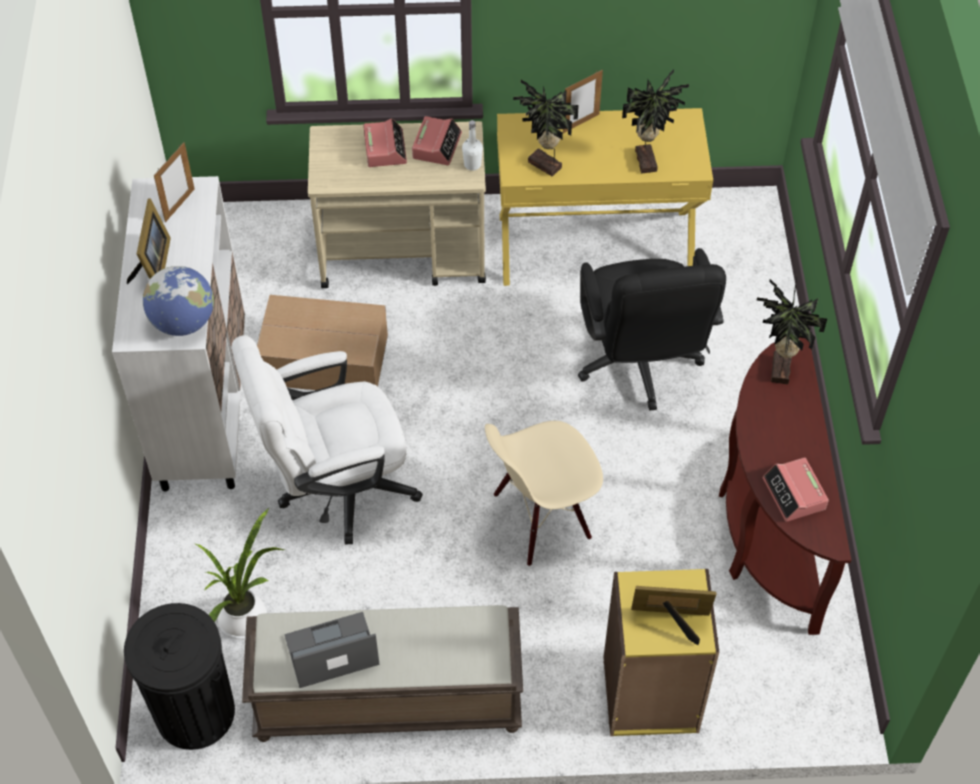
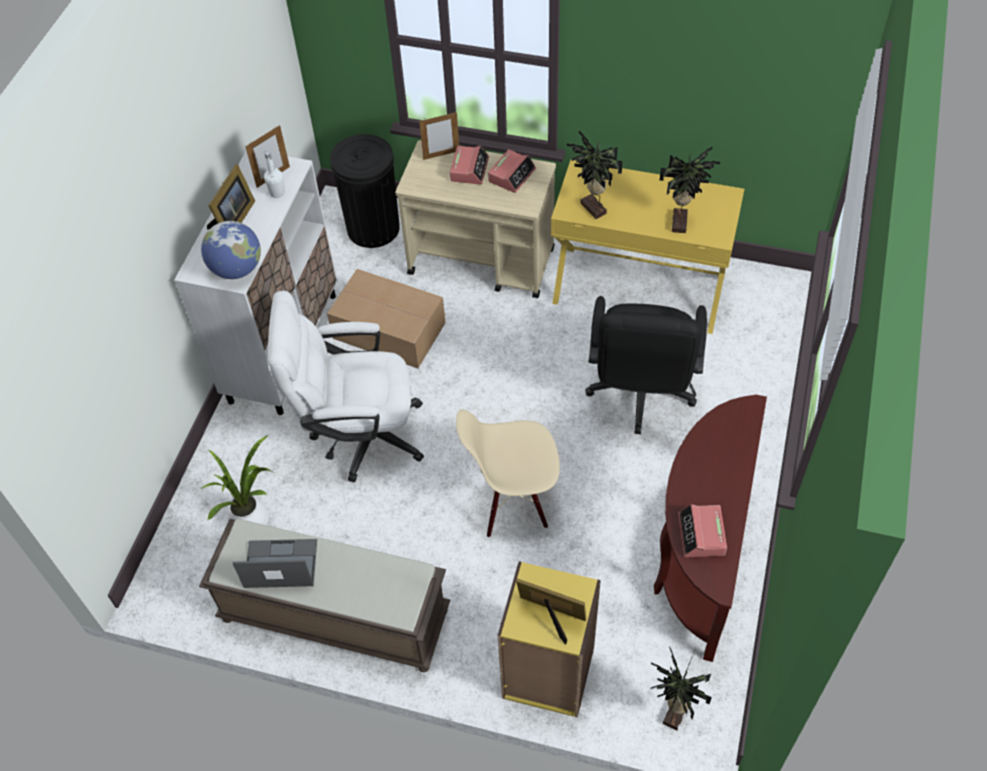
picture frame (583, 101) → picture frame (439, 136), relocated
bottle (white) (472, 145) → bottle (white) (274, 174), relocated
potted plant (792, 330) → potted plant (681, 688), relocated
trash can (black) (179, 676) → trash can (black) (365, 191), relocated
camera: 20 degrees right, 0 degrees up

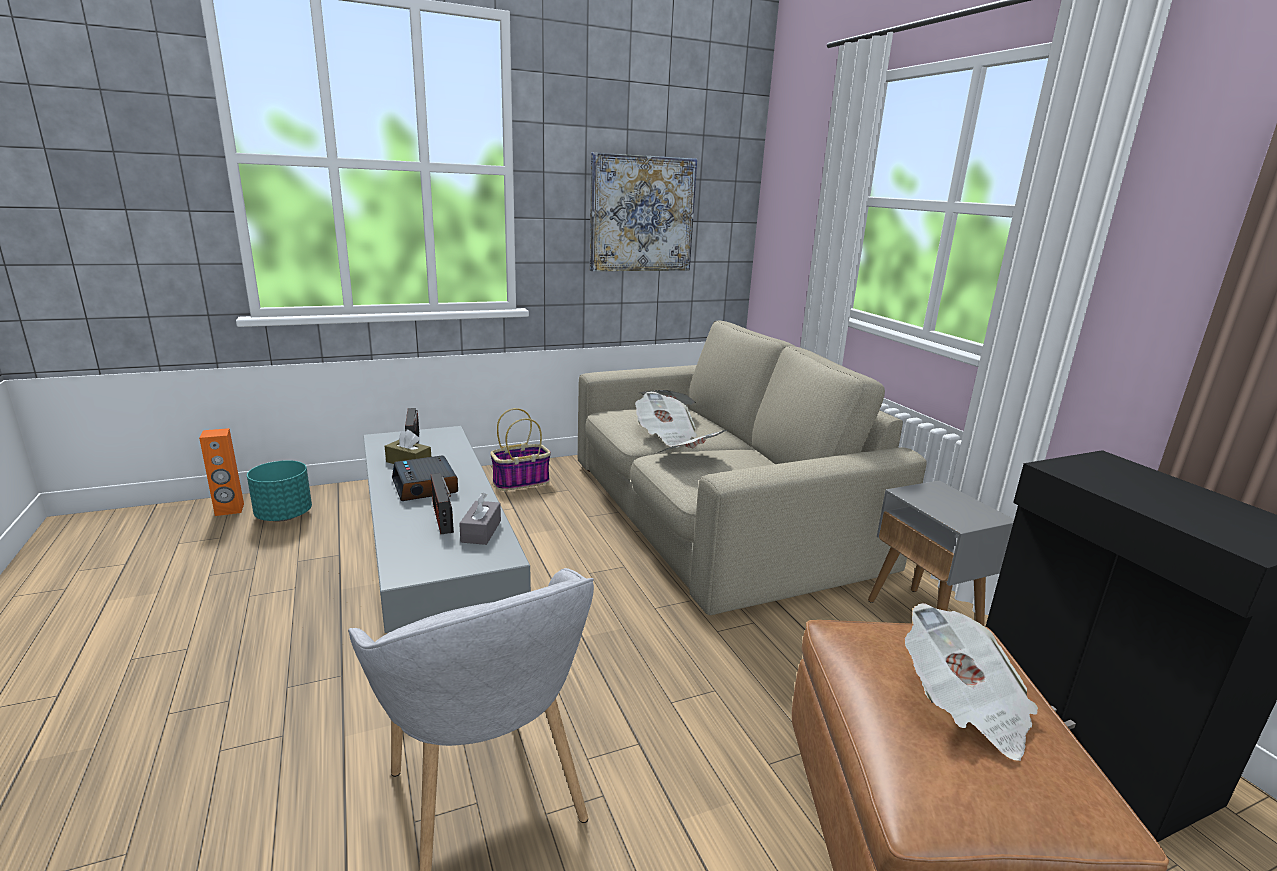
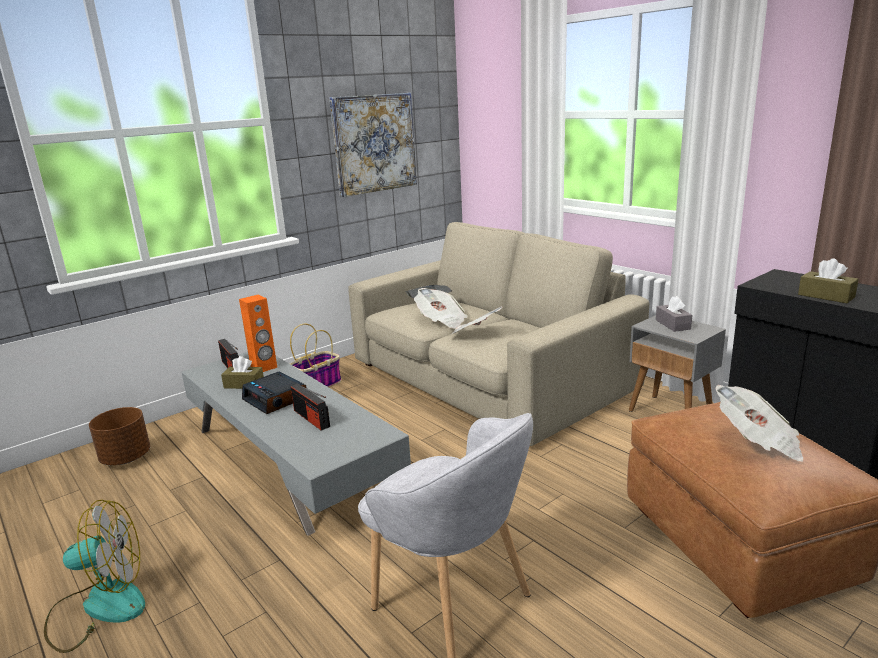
speaker (orange) (221, 472) → speaker (orange) (258, 333), relocated
planter (turquoise) (279, 490) → planter (brown) (119, 436)
tissue box (grey) (480, 519) → tissue box (grey) (674, 314), relocated
- → tissue box (brown) (828, 280)
- → fan (94, 576)
camera: 15 degrees left, 0 degrees up

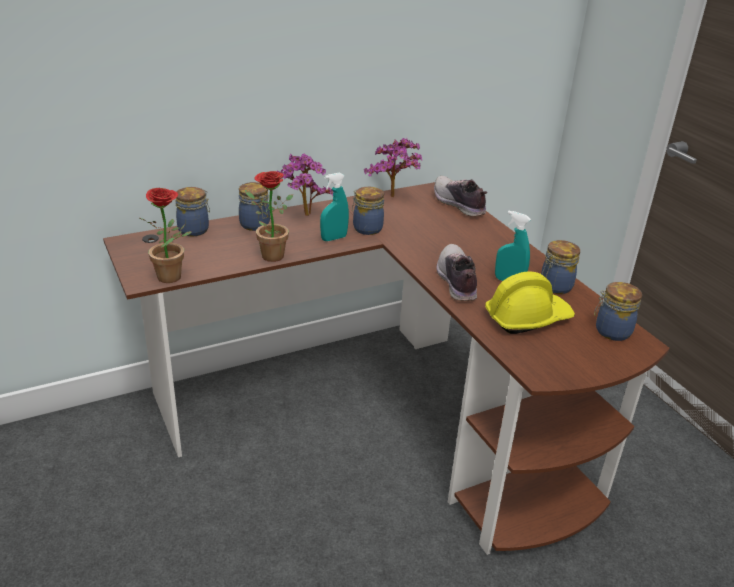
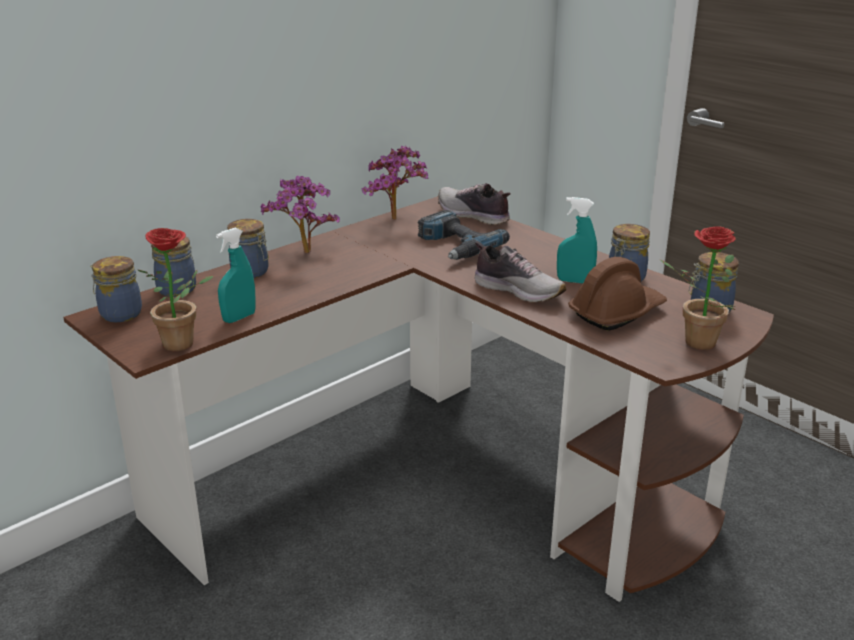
potted plant (269, 216) → potted plant (698, 288), relocated
spray bottle (turquoise) (334, 207) → spray bottle (turquoise) (236, 275), relocated
jar (368, 211) → jar (116, 289), relocated
shoe (456, 272) → shoe (520, 272), 150 degrees clockwise
hard hat (yellow) (530, 302) → hard hat (brown) (617, 294)
- → power drill (463, 235)
camera: 15 degrees left, 5 degrees down

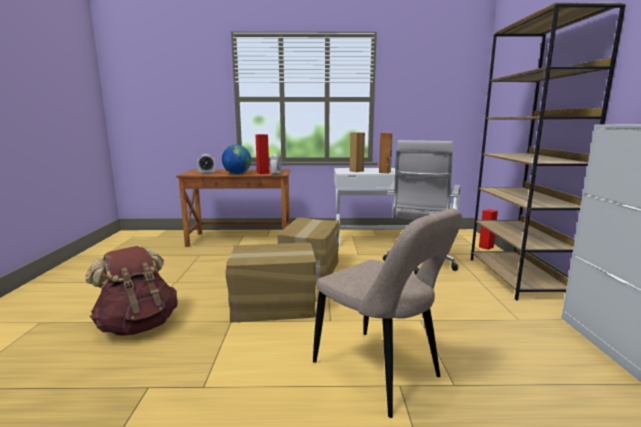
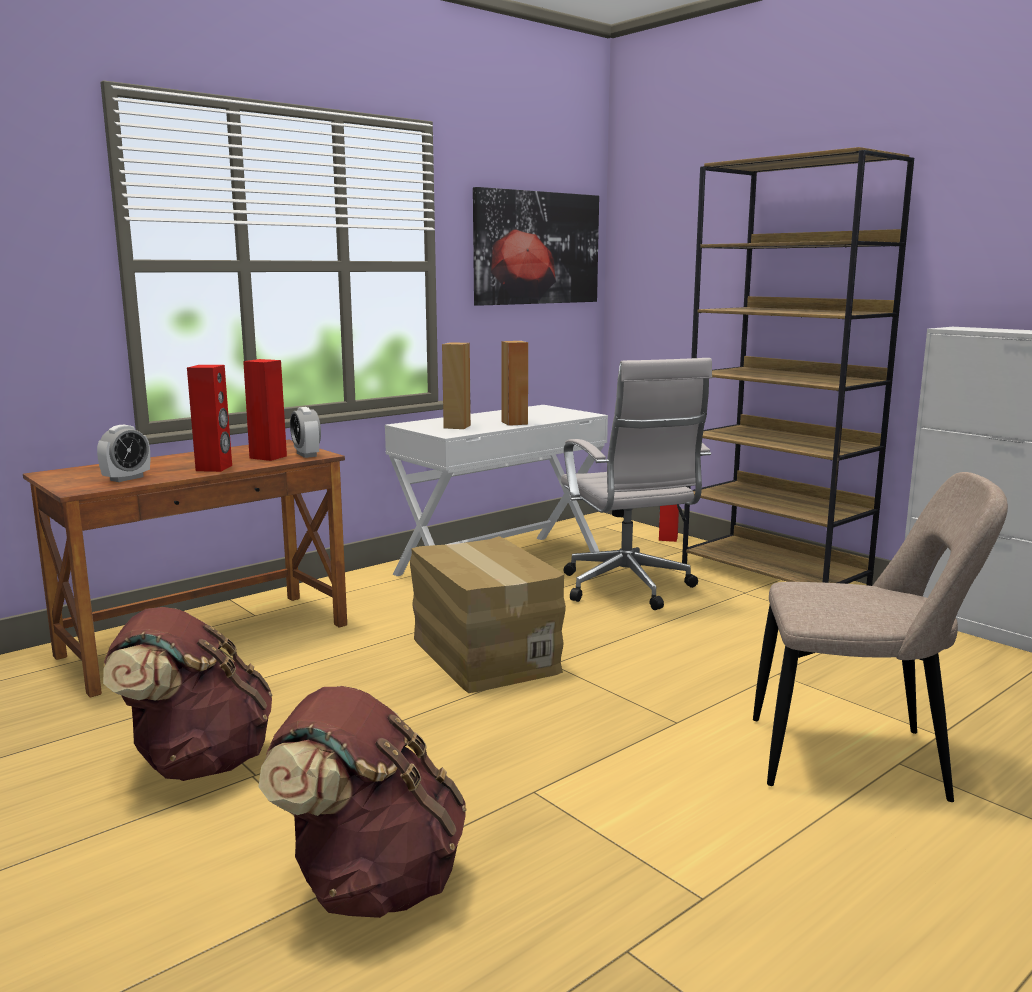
globe (236, 159) → speaker (red) (209, 418)
cardboard box (271, 282) → -
- → picture (536, 246)
- → backpack (brown) (188, 694)
camera: 40 degrees left, 0 degrees up

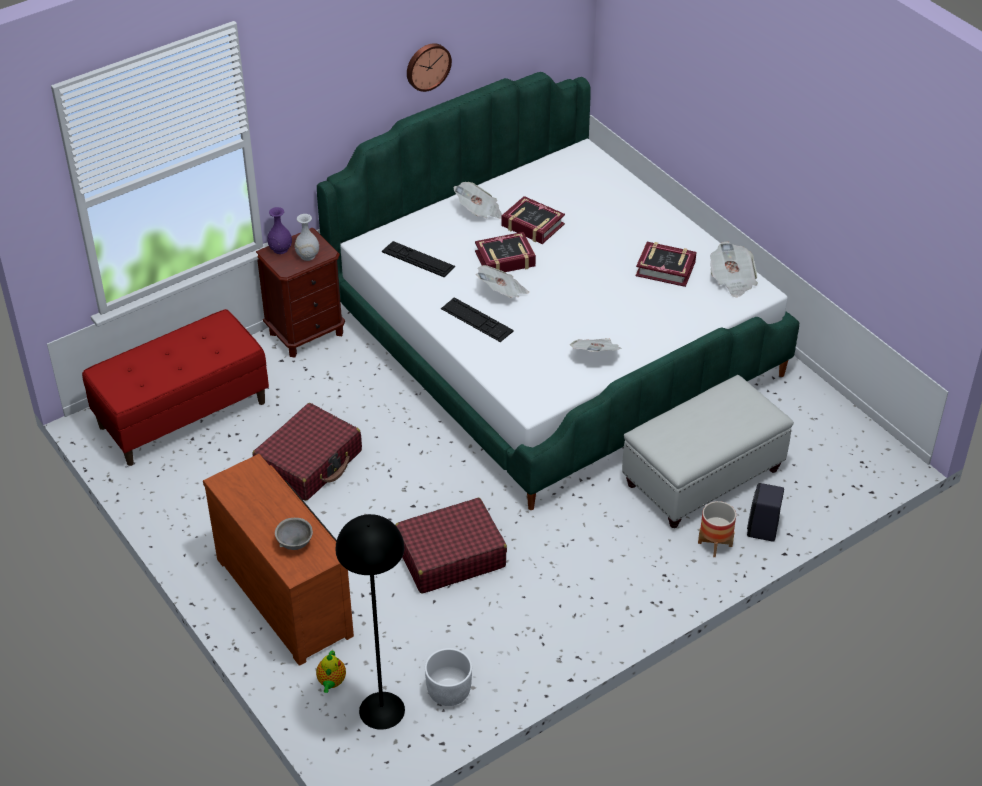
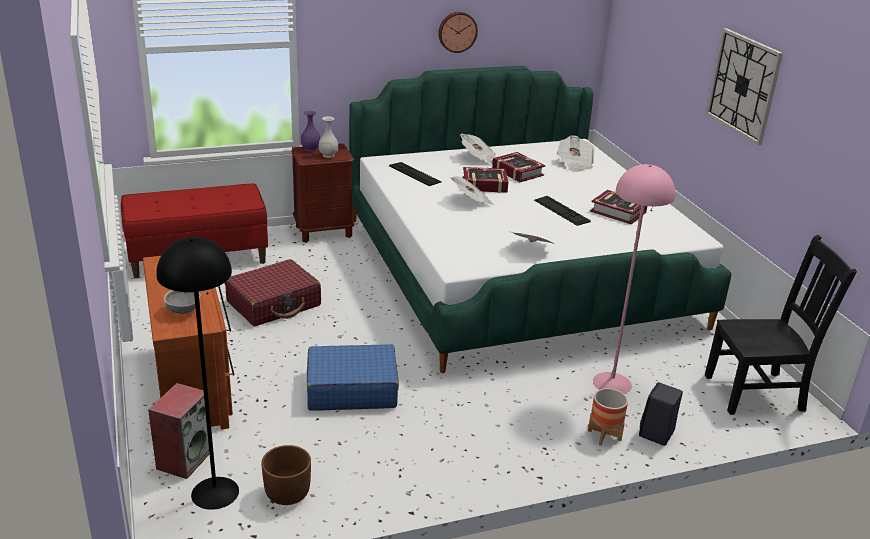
newspaper (734, 270) → newspaper (575, 154), relocated
keyboard (477, 319) → keyboard (562, 211), relocated
ottoman (white) (708, 451) → floor lamp (pink) (634, 279)
suitcase (red) (451, 546) → suitcase (blue) (353, 377)
planter (white) (448, 677) → planter (brown) (286, 475)
teapot (331, 671) → speaker (179, 431)
- → wall clock (744, 86)
- → chair (black) (781, 325)
camera: 15 degrees right, 15 degrees down

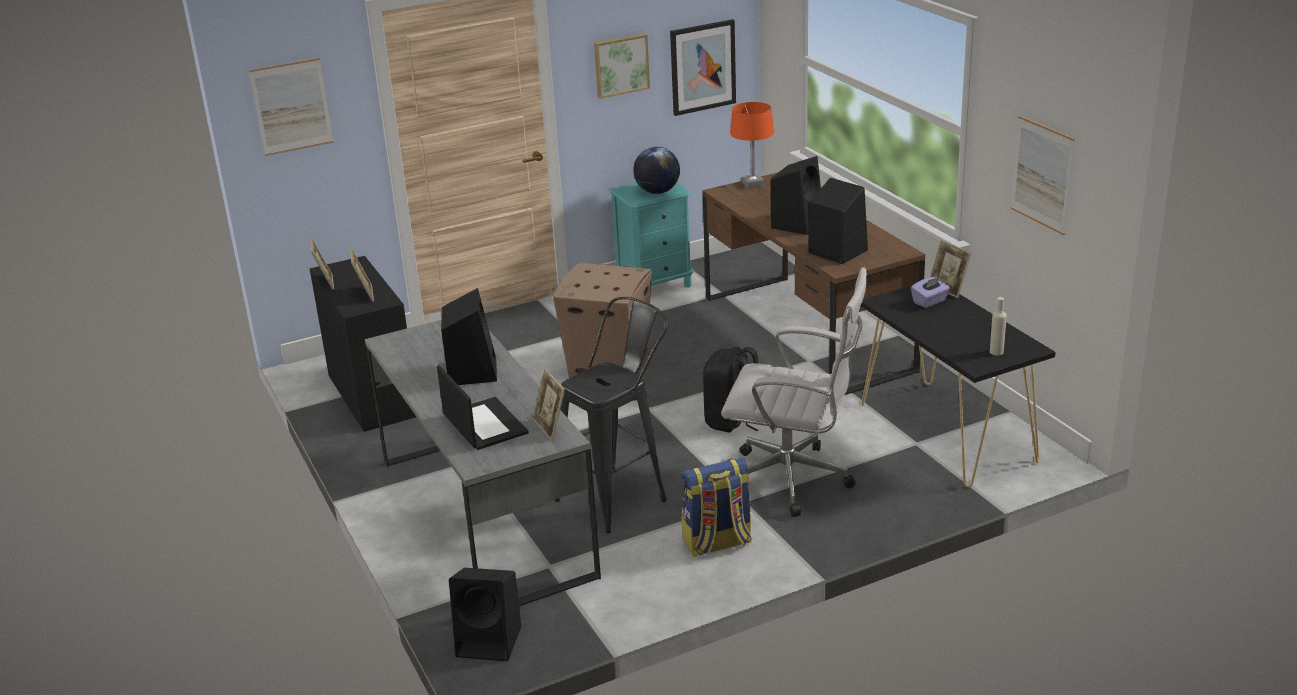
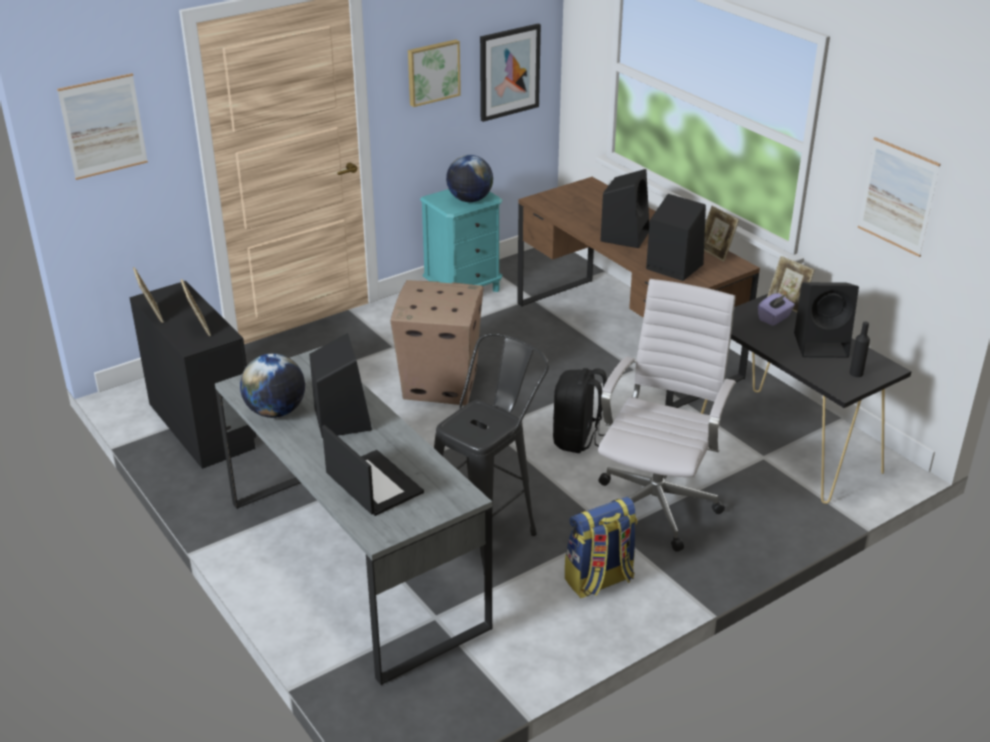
table lamp (orange) (752, 145) → -
office chair (white) (794, 392) → office chair (white) (667, 415), 75 degrees counterclockwise
bottle (beige) (998, 326) → bottle (black) (859, 349)
picture frame (548, 404) → picture frame (721, 233), relocated
speaker (black) (485, 614) → speaker (black) (826, 320), relocated
- → globe (272, 385)
camera: 10 degrees left, 5 degrees up

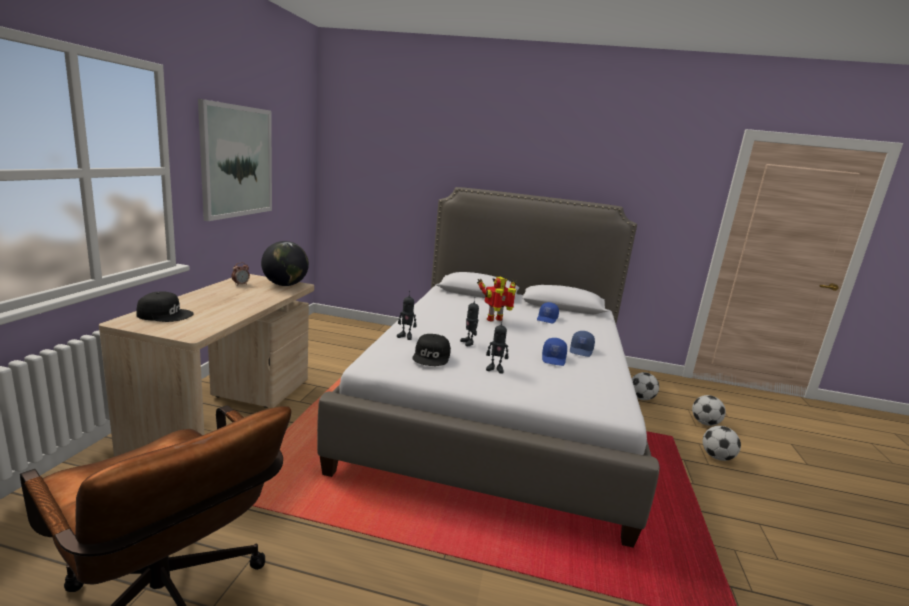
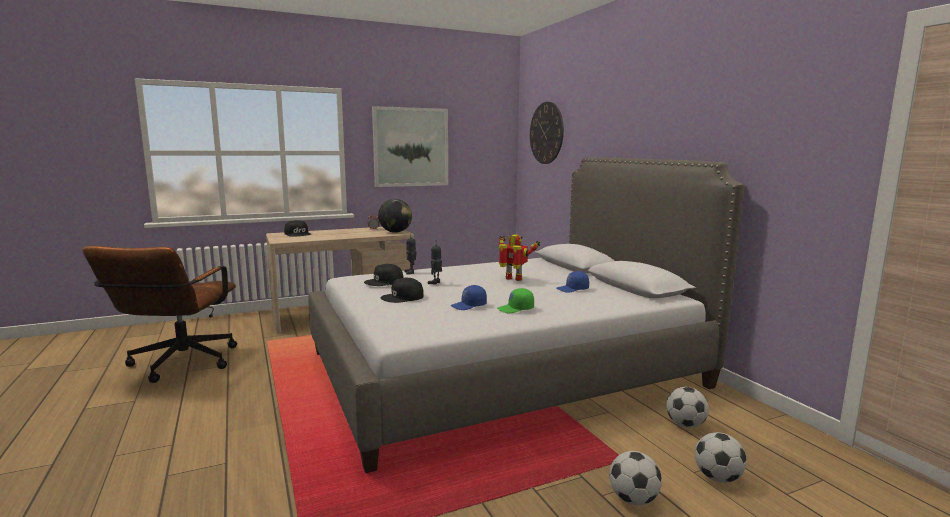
toy robot (497, 346) → cap (black) (402, 290)
cap (blue) (582, 344) → cap (green) (515, 300)
- → wall clock (547, 133)
camera: 55 degrees right, 5 degrees down

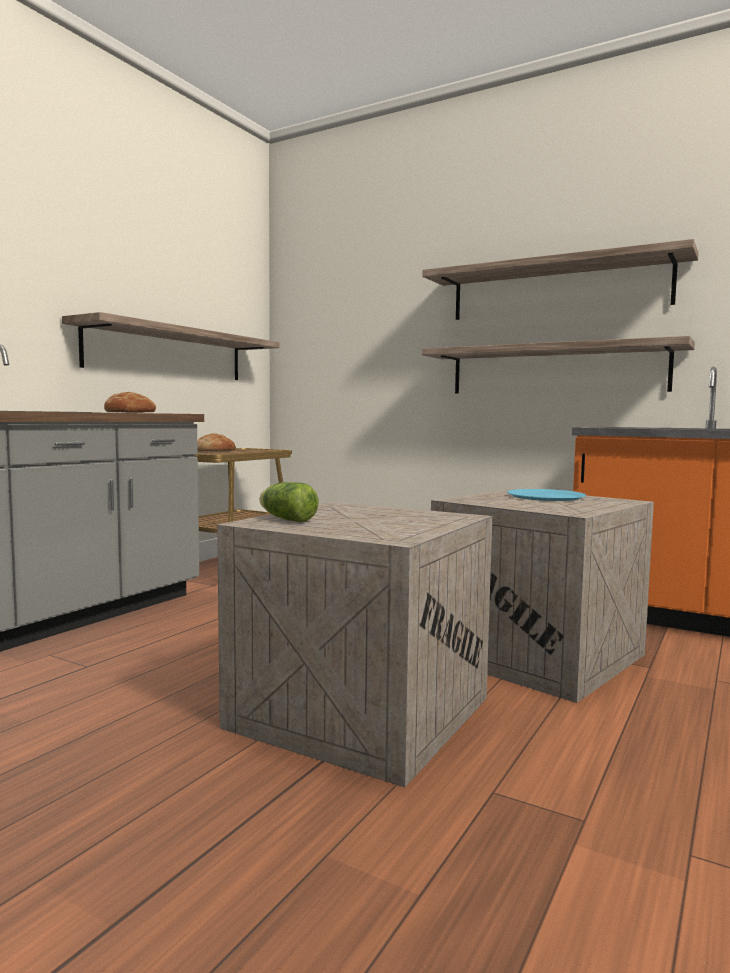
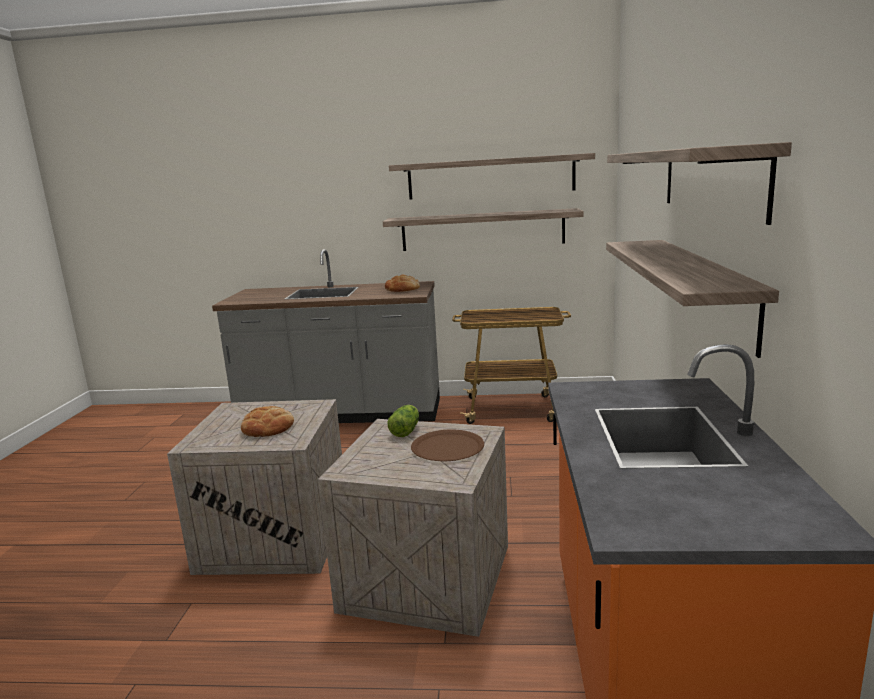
bread (216, 442) → bread (267, 421), relocated
lettuce (289, 502) → lettuce (403, 421), relocated
plate (blue) (546, 495) → plate (brown) (447, 445)
- → shelf (492, 176)
camera: 65 degrees right, 10 degrees up

